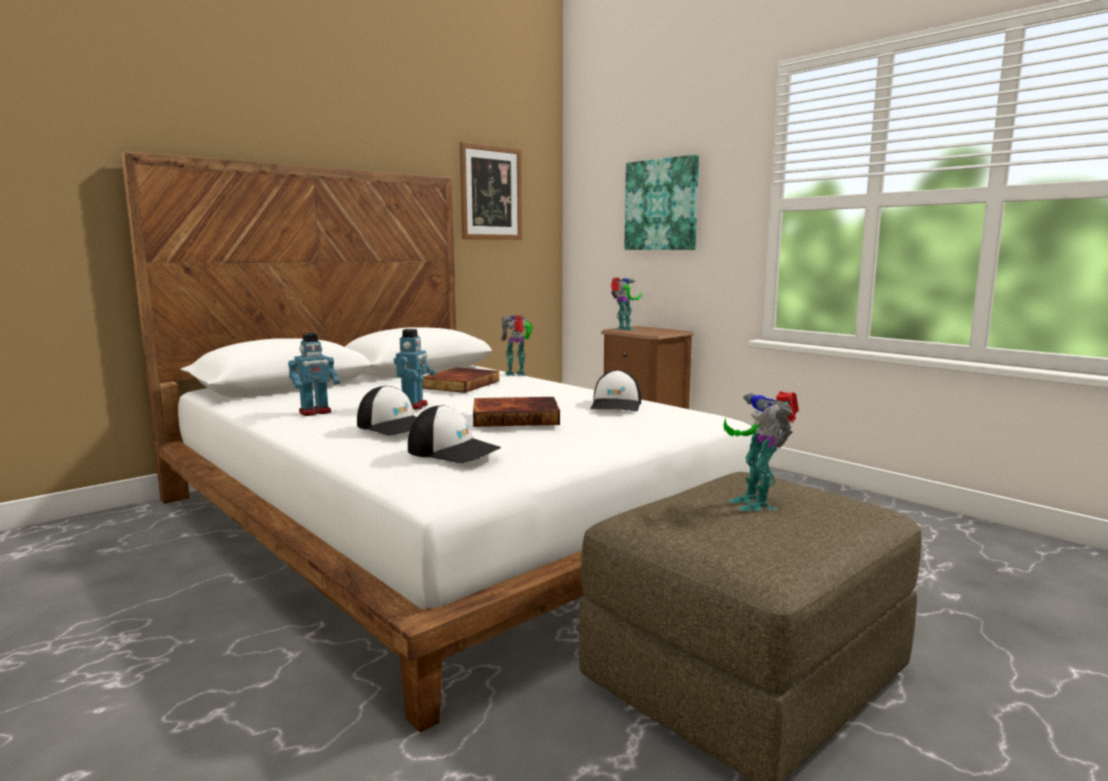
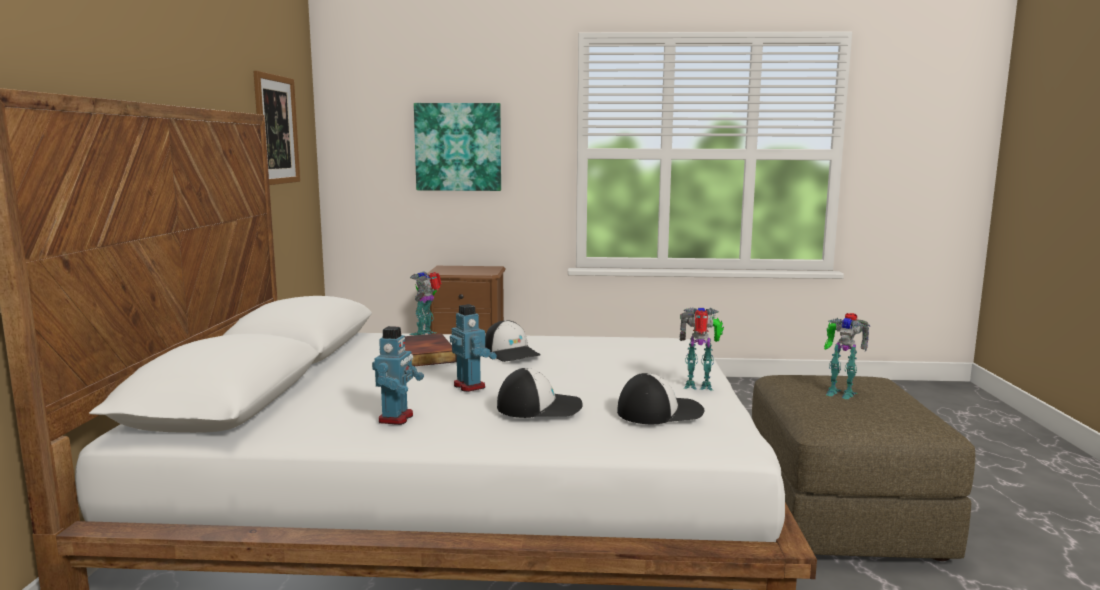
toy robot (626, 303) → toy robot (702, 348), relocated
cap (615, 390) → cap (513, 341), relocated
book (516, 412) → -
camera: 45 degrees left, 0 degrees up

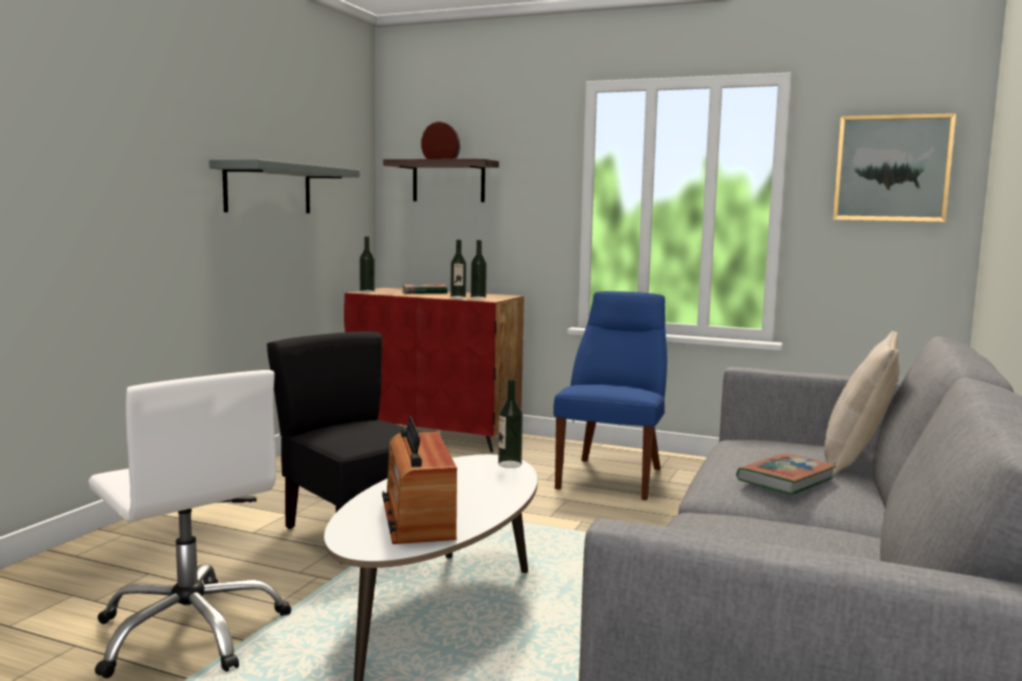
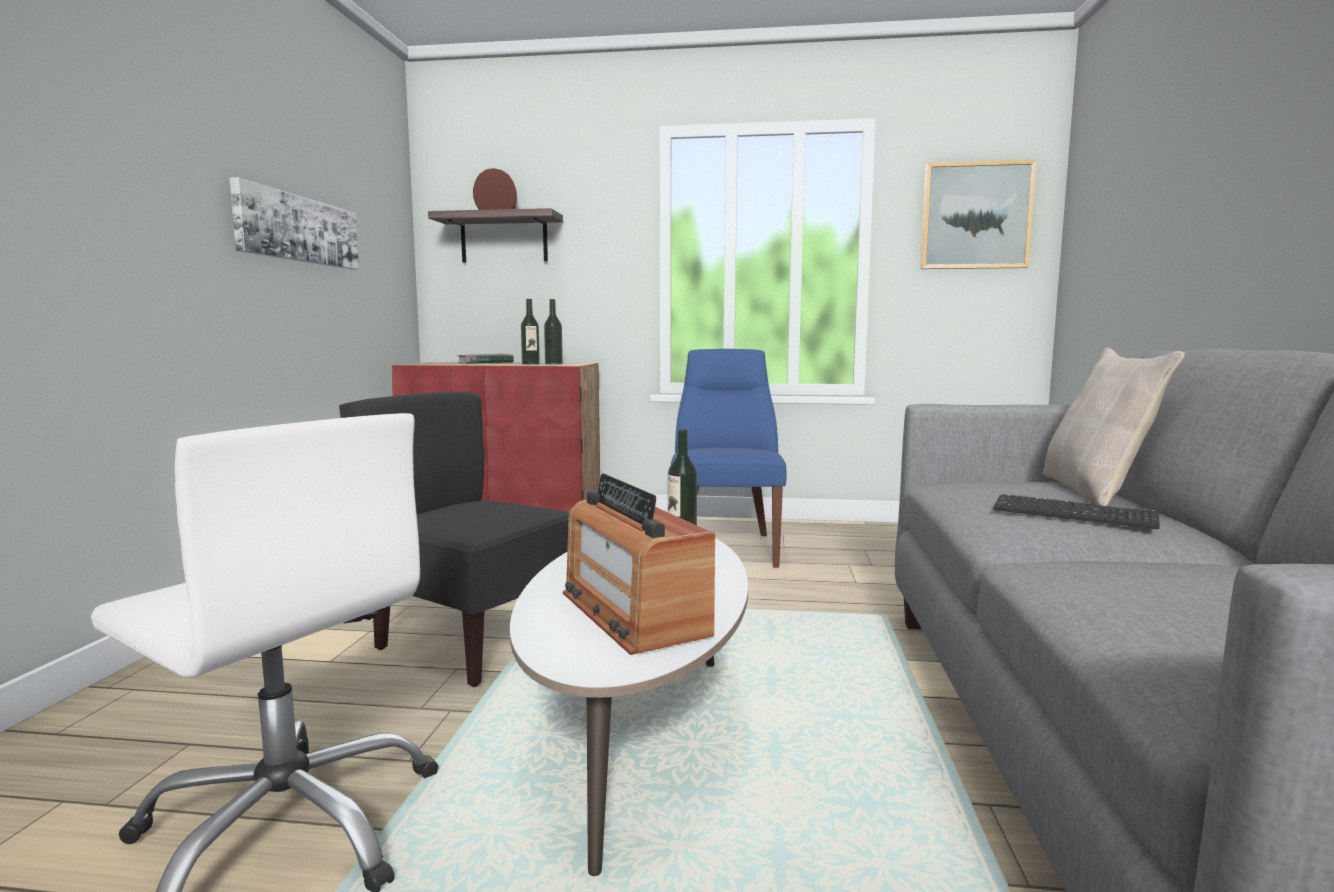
shelf (grey) (284, 186) → picture (294, 223)
bottle (367, 264) → -
book (786, 474) → keyboard (1076, 511)
camera: 15 degrees left, 0 degrees up

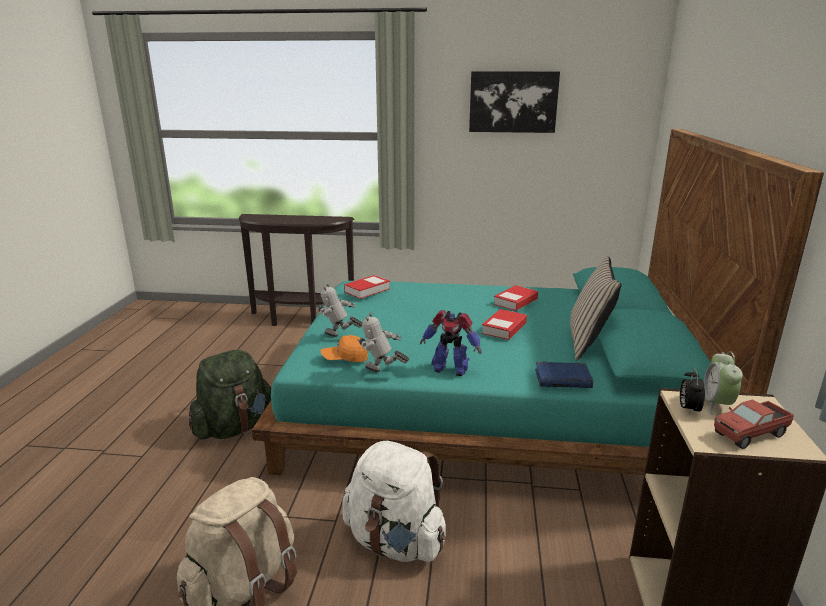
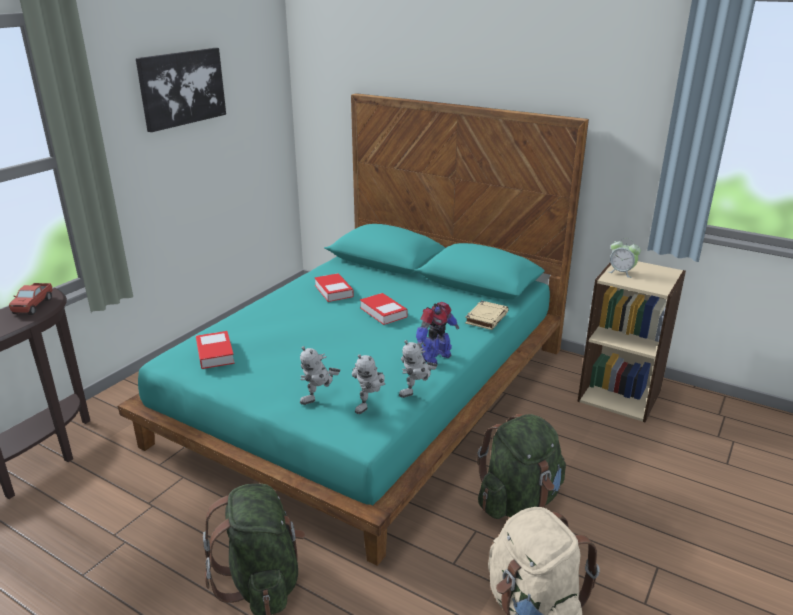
pillow (beige) (596, 308) → -
cap (orange) (344, 348) → toy robot (368, 384)
book (blue) (564, 375) → book (beige) (487, 315)
alarm clock (692, 391) → -
toy truck (754, 424) → toy truck (31, 299), relocated
backpack (white) (394, 501) → backpack (green) (521, 466)
camera: 65 degrees left, 5 degrees up

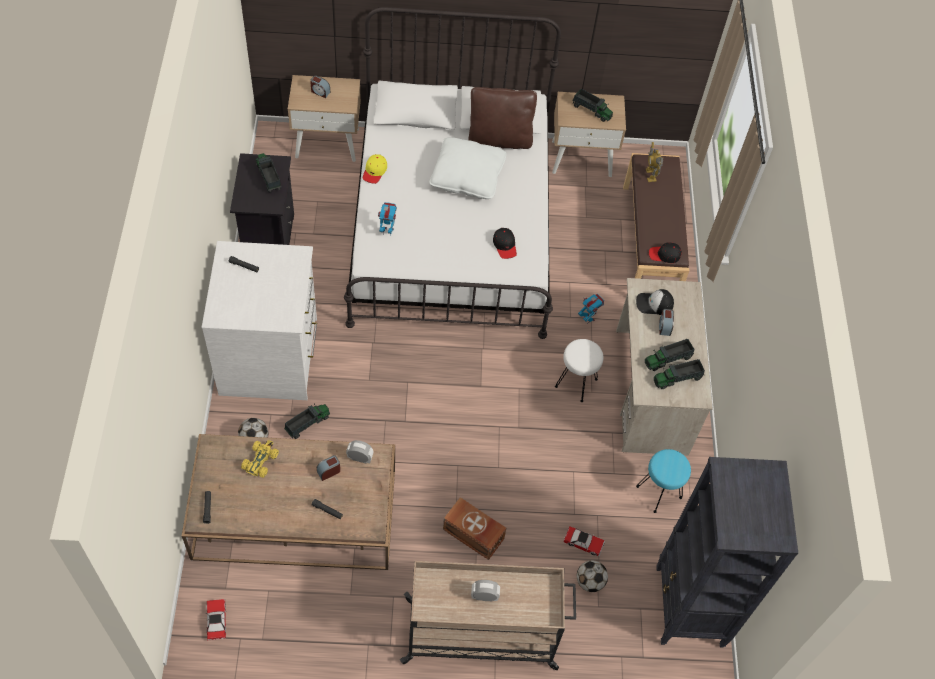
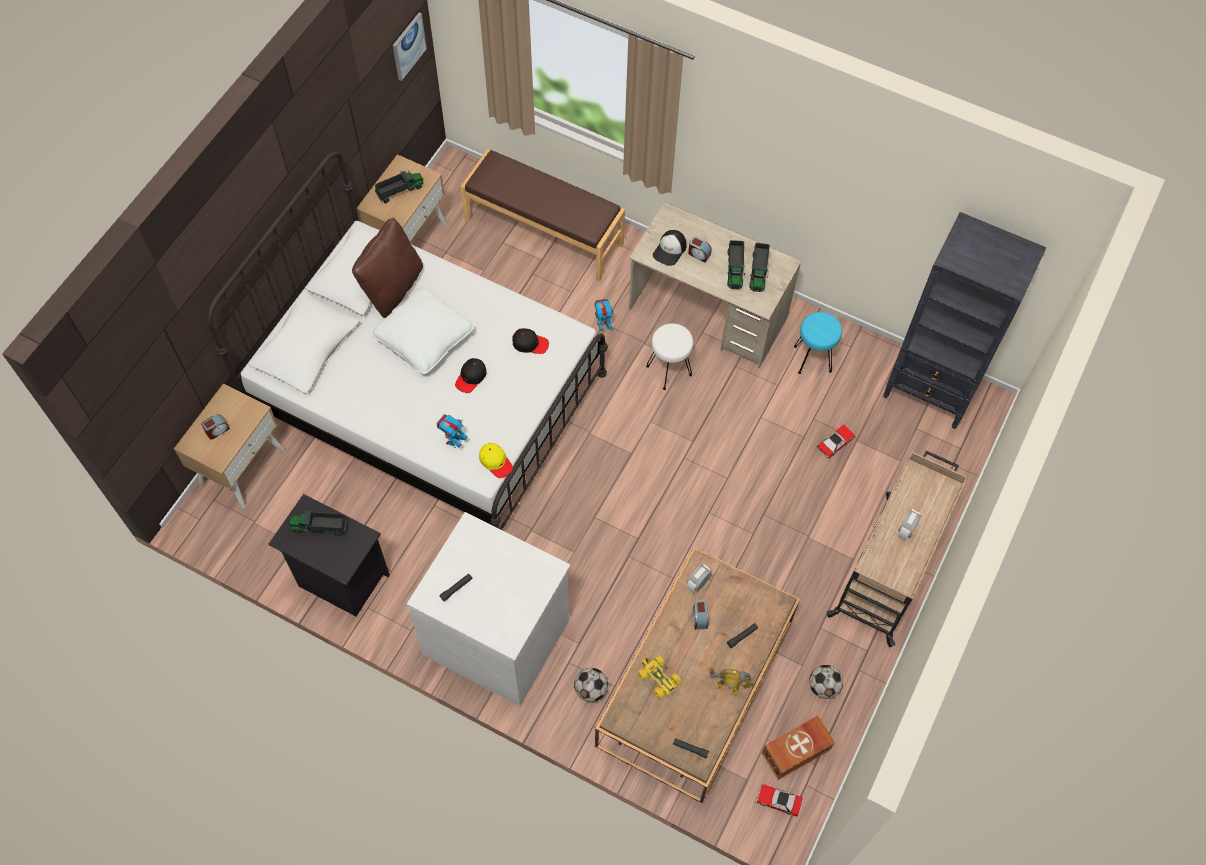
toy robot (654, 162) → toy robot (731, 681), relocated
cap (yellow) (375, 169) → cap (yellow) (496, 460), relocated
cap (black) (665, 252) → cap (black) (471, 375), relocated
toy truck (307, 421) → -
storage box (brown) (474, 528) → storage box (brown) (798, 747), relocated
football (592, 576) → football (826, 682), relocated
- → picture (410, 47)
camera: 60 degrees left, 5 degrees up

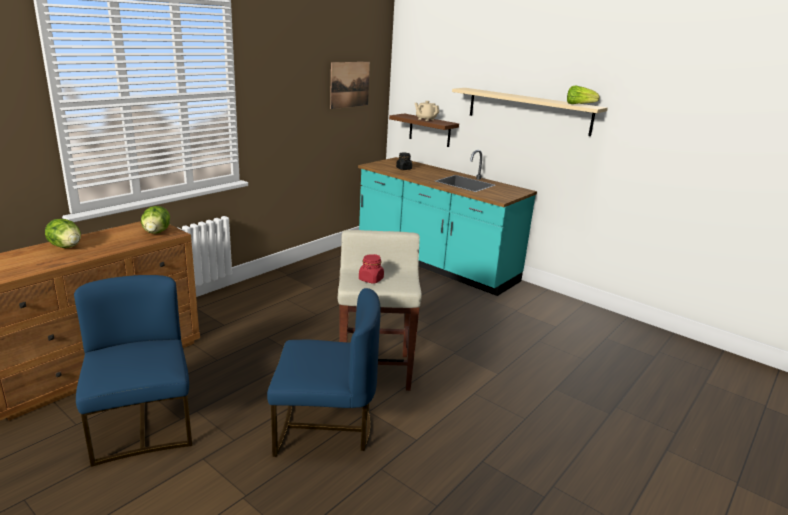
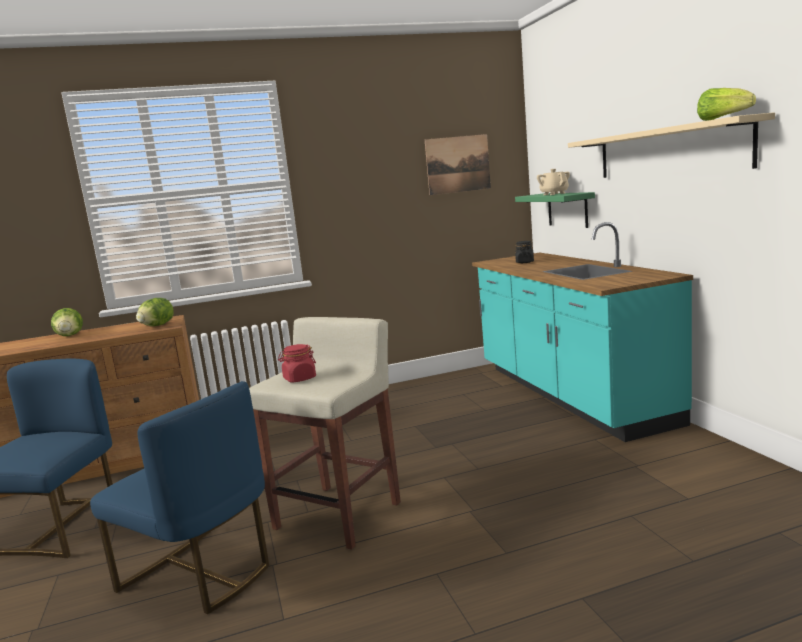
shelf (brown) (424, 130) → shelf (green) (555, 210)
camera: 35 degrees right, 10 degrees down

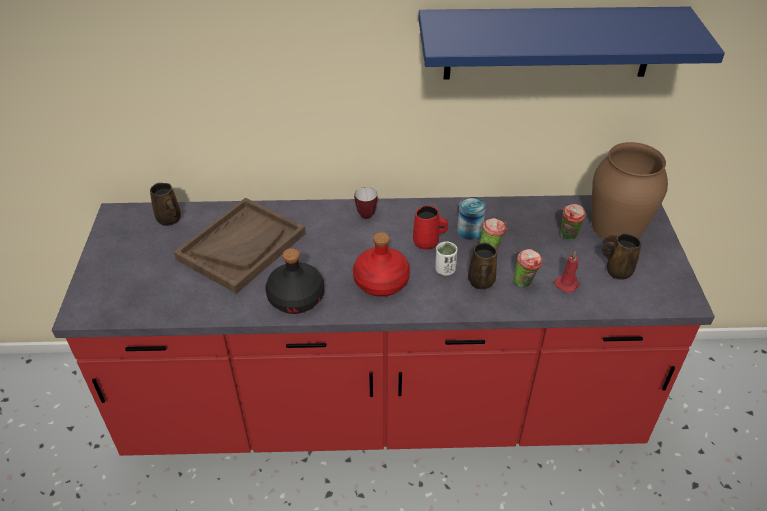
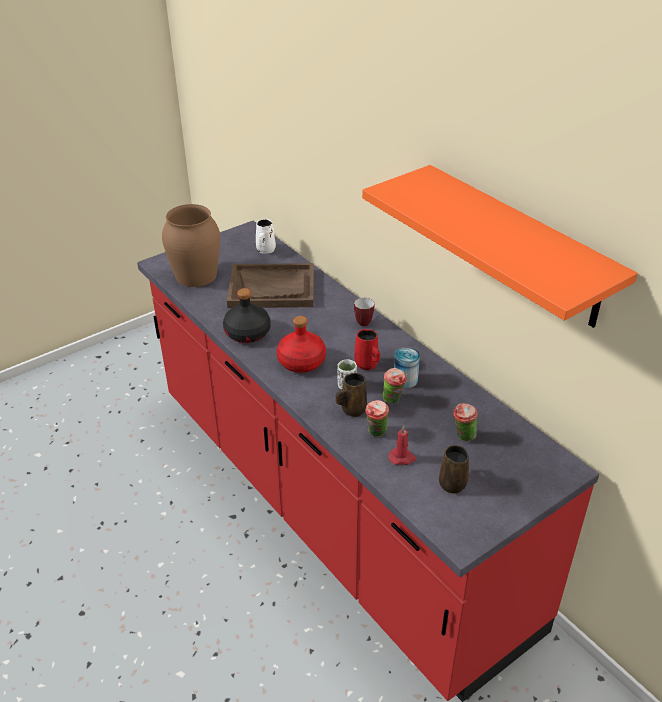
shelf (blue) (572, 43) → shelf (orange) (500, 246)
vase (brown) (630, 192) → vase (brown) (191, 245), relocated
mug (brown) (165, 204) → mug (white) (266, 236)
camera: 55 degrees right, 5 degrees down

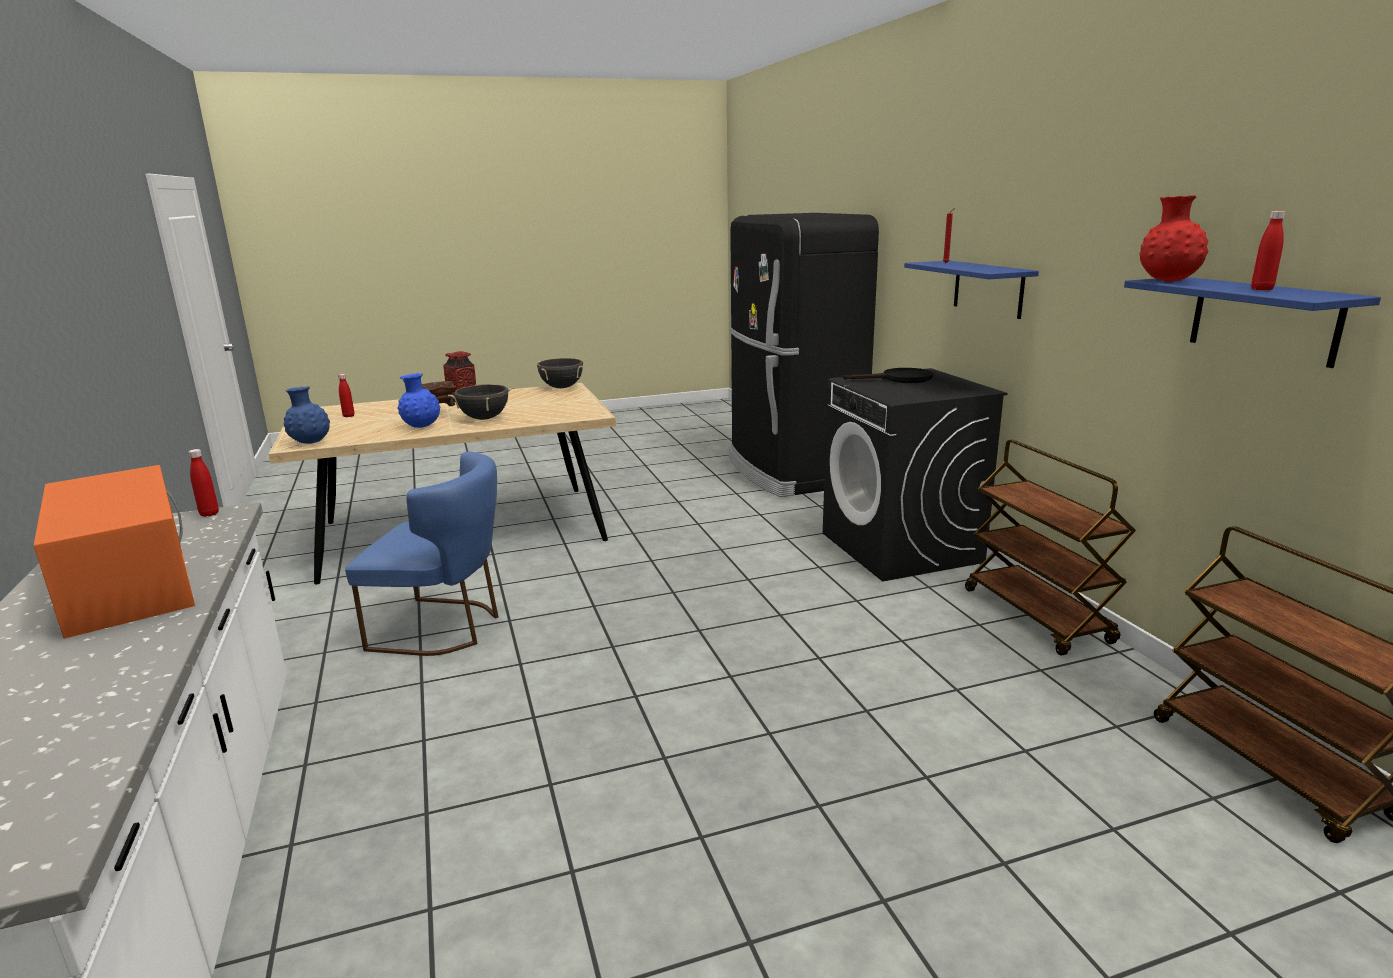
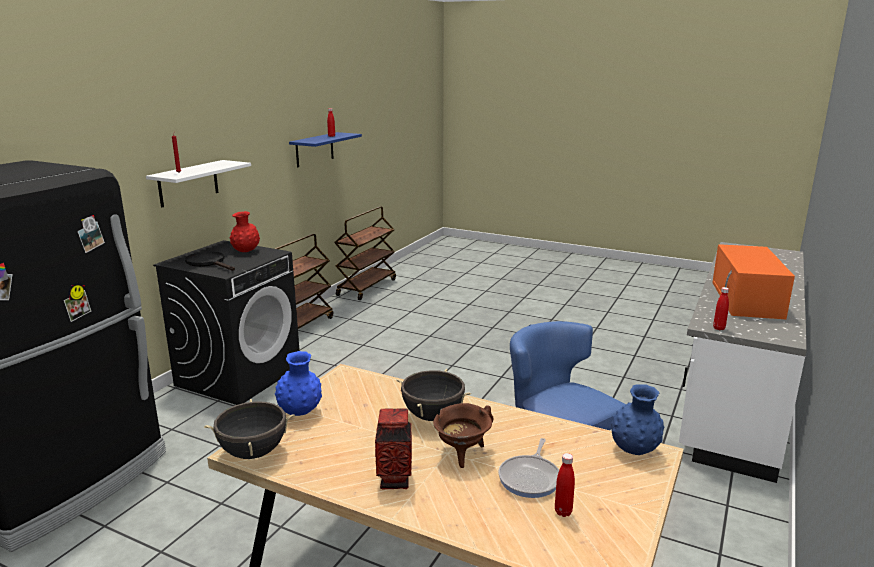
vase (red) (1174, 238) → vase (red) (245, 231), relocated
shelf (blue) (971, 290) → shelf (white) (198, 183)
vase (blue) (418, 400) → vase (blue) (298, 383), relocated
- → frying pan (529, 468)
camera: 135 degrees left, 0 degrees up

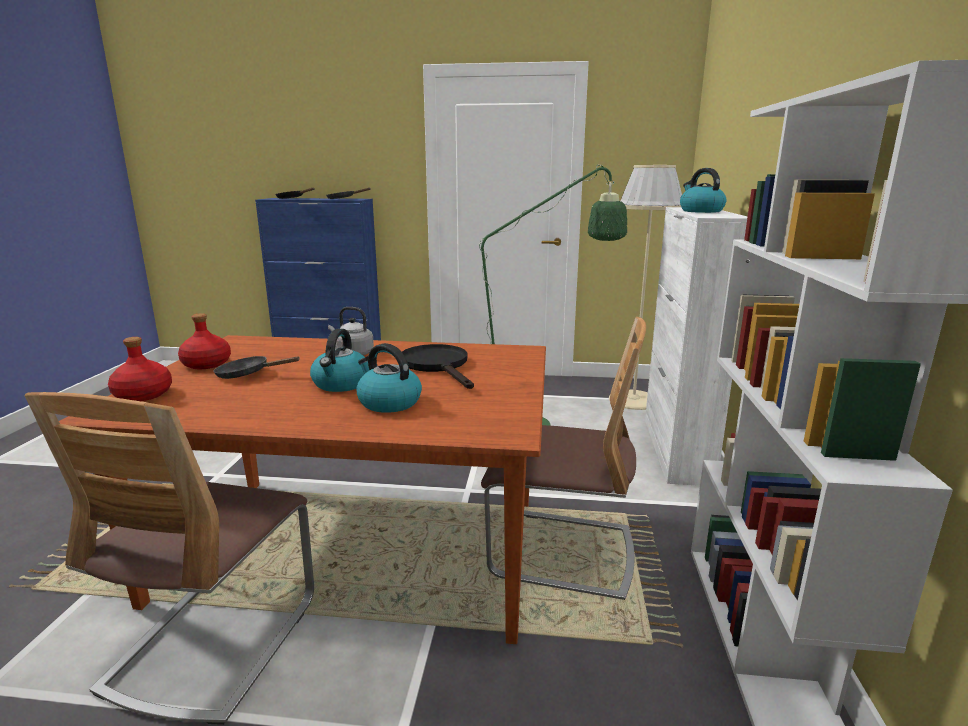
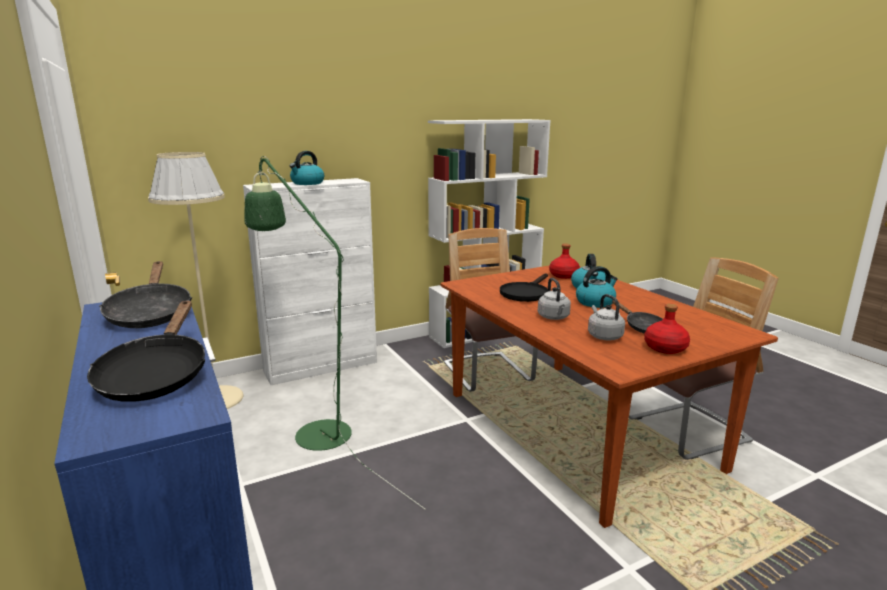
bottle (red) (140, 369) → bottle (red) (564, 261), relocated
- → kettle (grey) (606, 317)
camera: 125 degrees left, 0 degrees up

